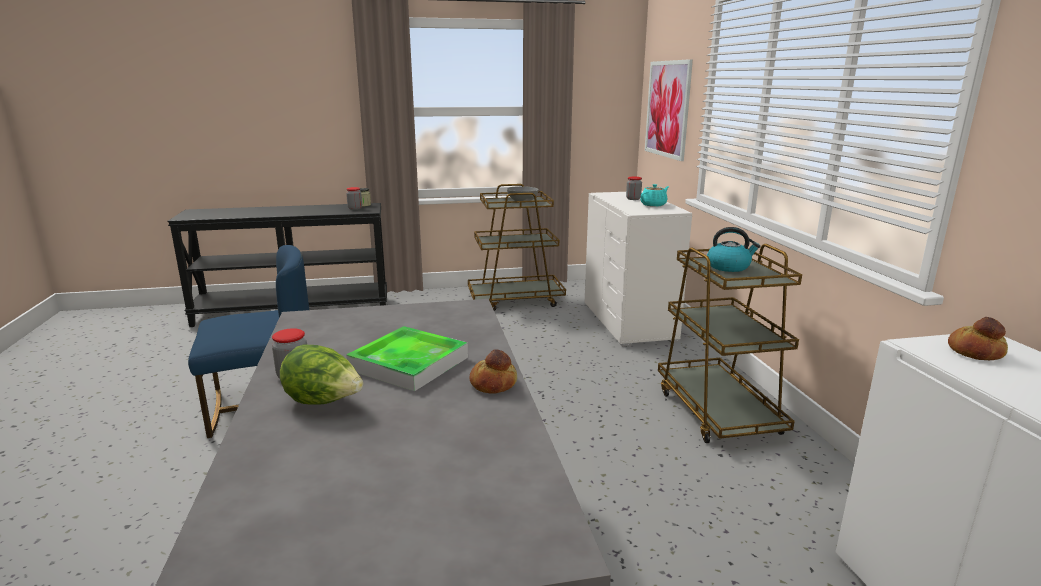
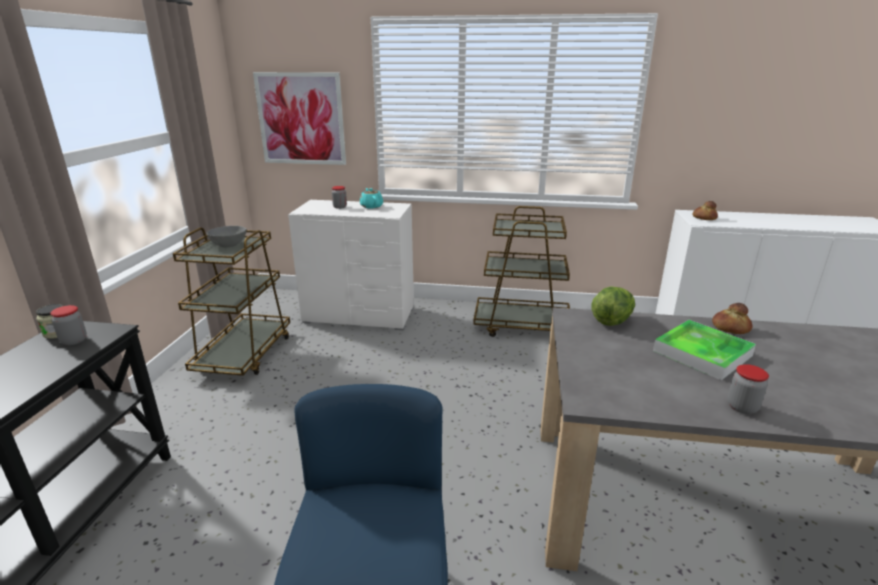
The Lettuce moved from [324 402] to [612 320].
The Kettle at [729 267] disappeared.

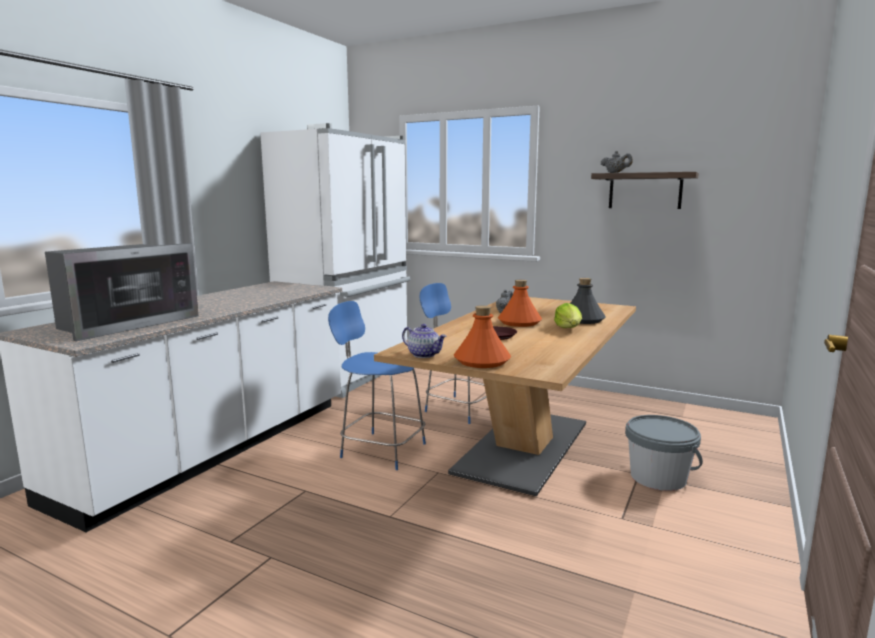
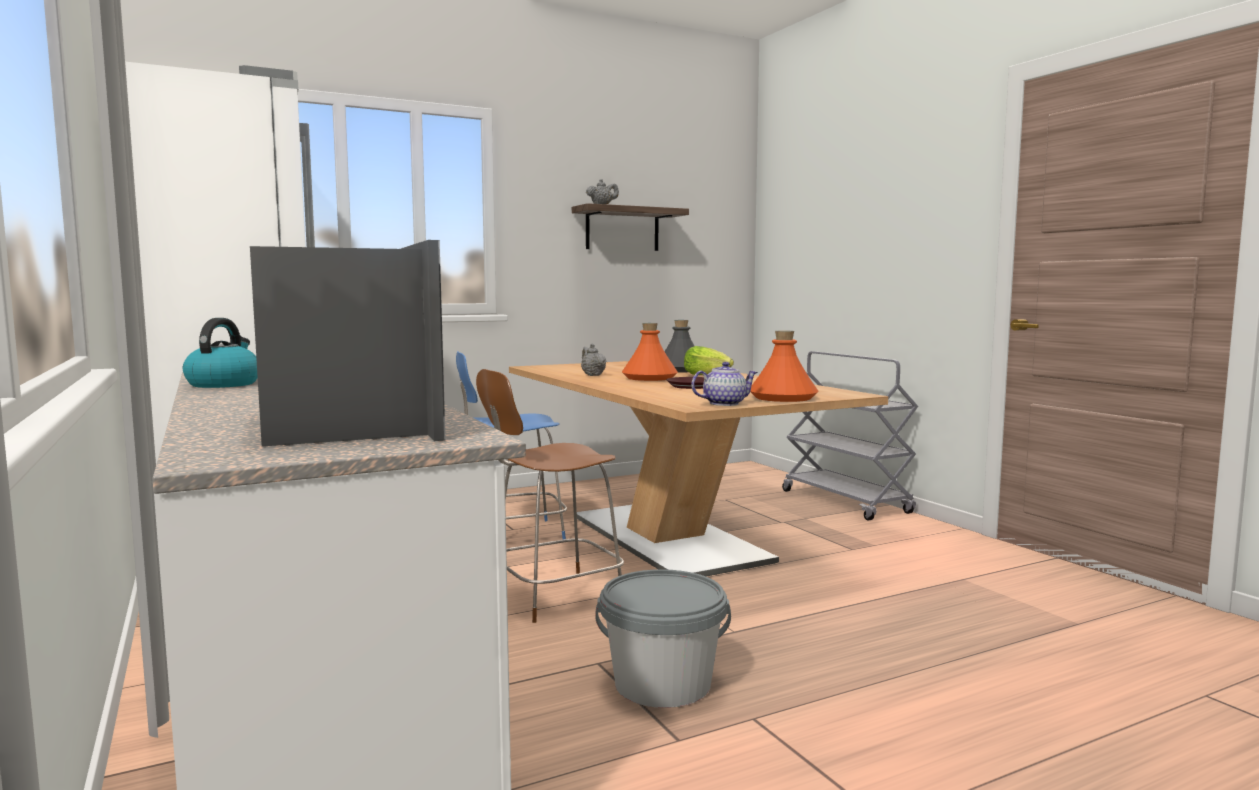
The BlueChair at [381 450] became the BrownChair at [552 596].
The GreyBucket moved from [658 477] to [662 684].
The Kettle at [224 384] appeared.
The GreyCart at [846 502] appeared.

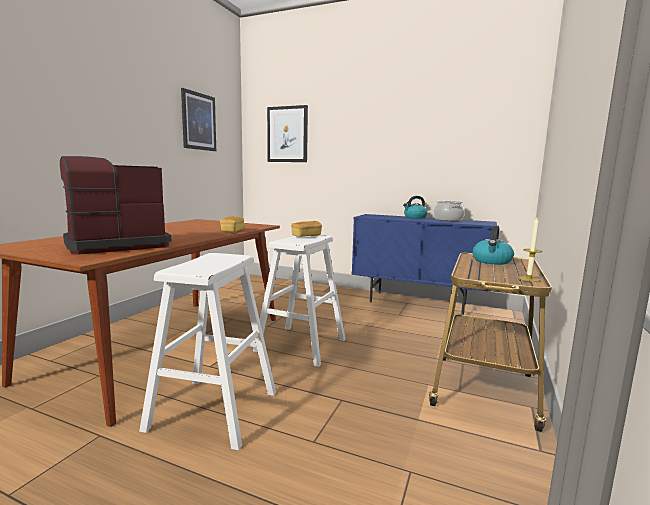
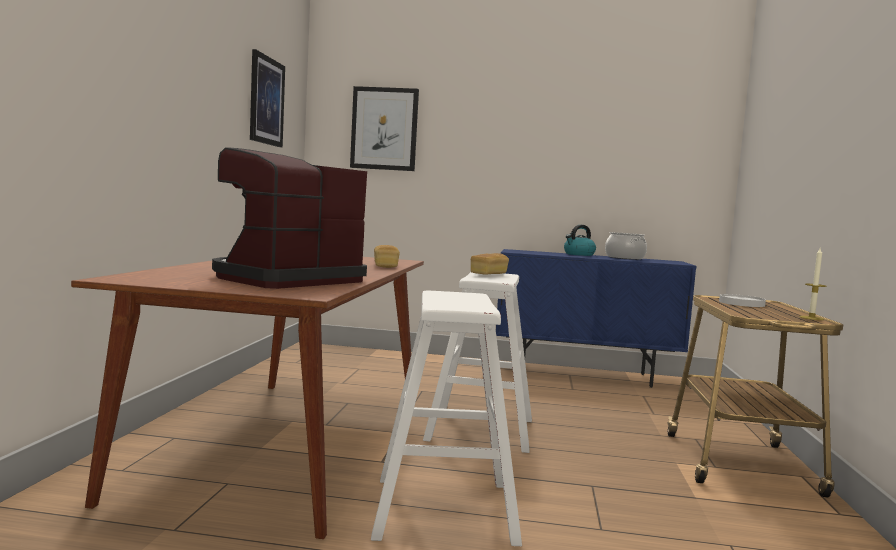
The Kettle at [492 261] was replaced by the WhitePlate at [741 303].

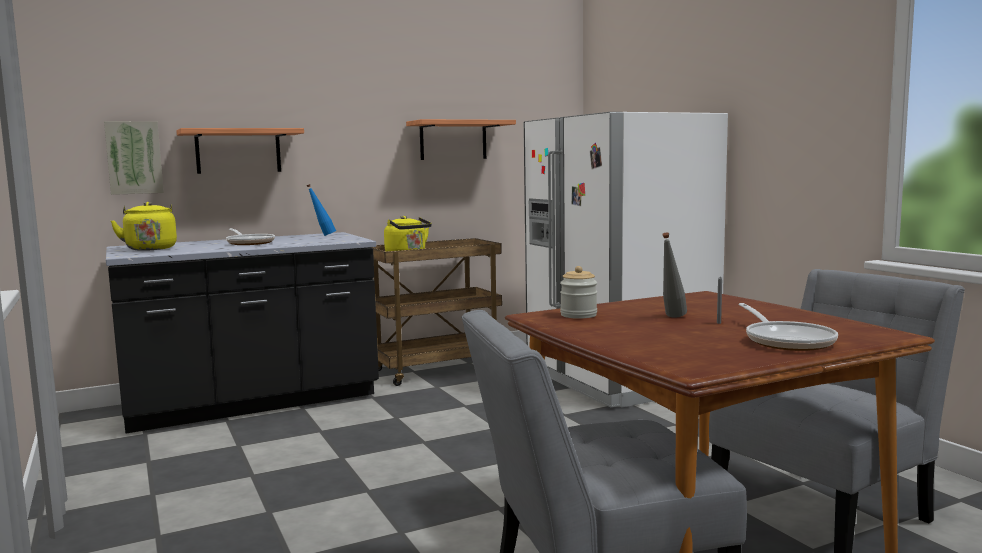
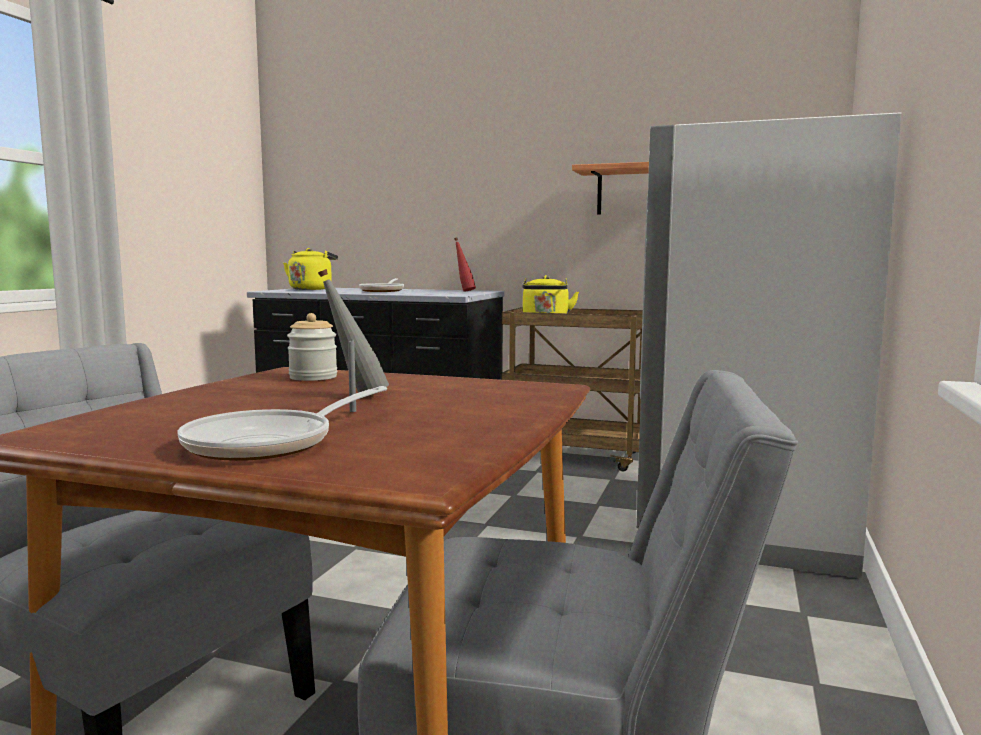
The Picture at [134 157] disappeared.
The Shelf at [238 151] disappeared.
The BlueBottle at [322 236] became the RedBottle at [464 291].

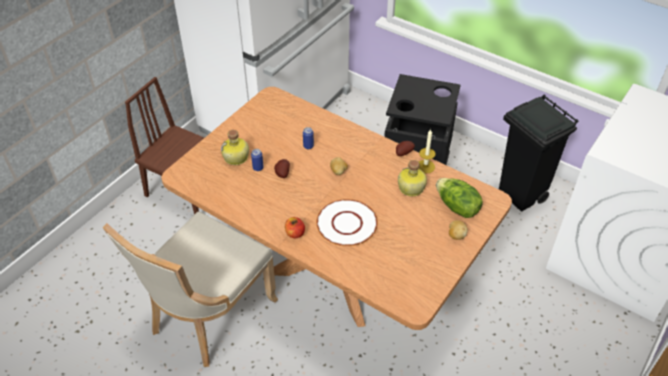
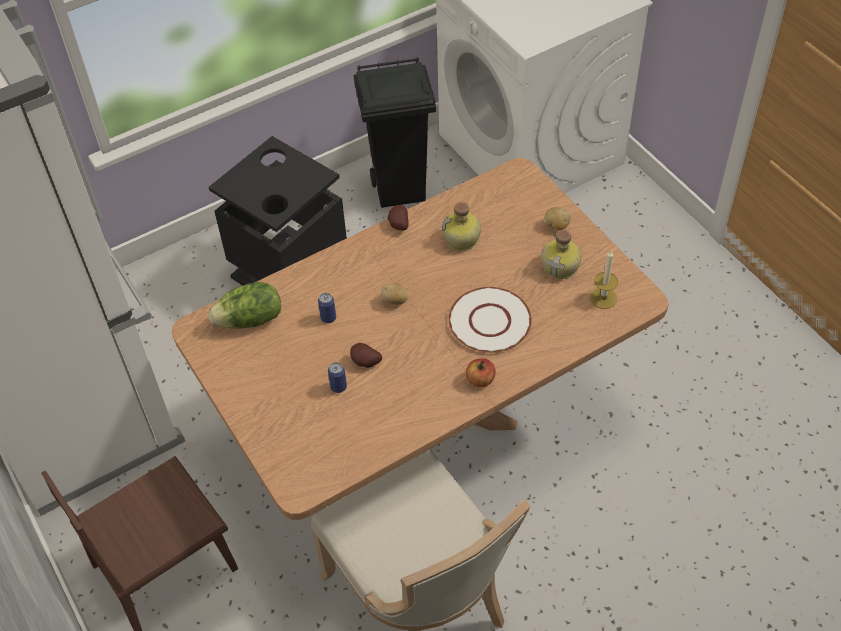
The Bottle moved from [236 158] to [561 266].
The Candle moved from [425 166] to [603 298].
The Lettuce moved from [456 207] to [250 320].

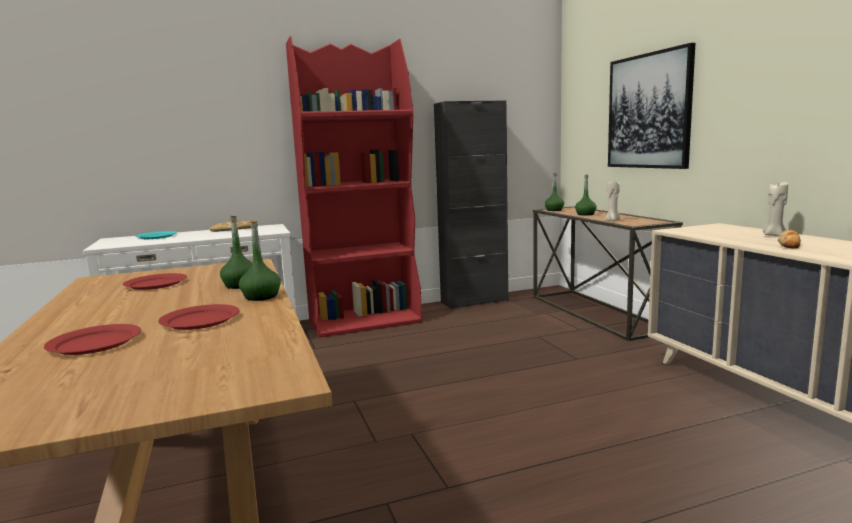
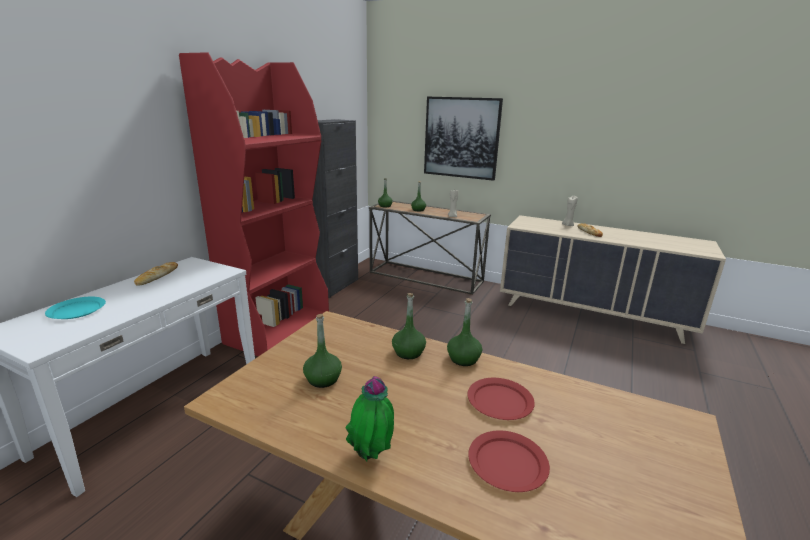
The RedPlate at [155 284] was replaced by the GreenBottle at [323 379].
The PottedPlant at [372 456] appeared.

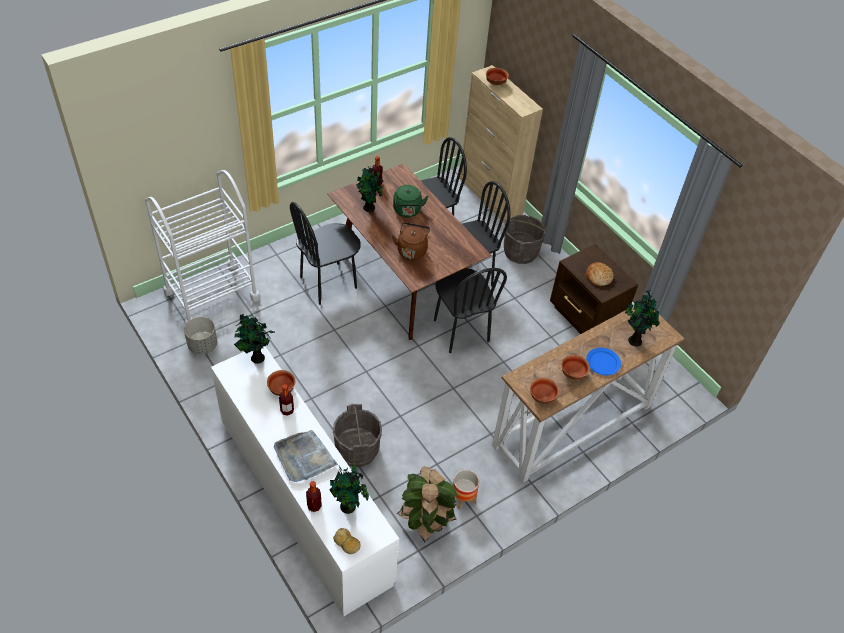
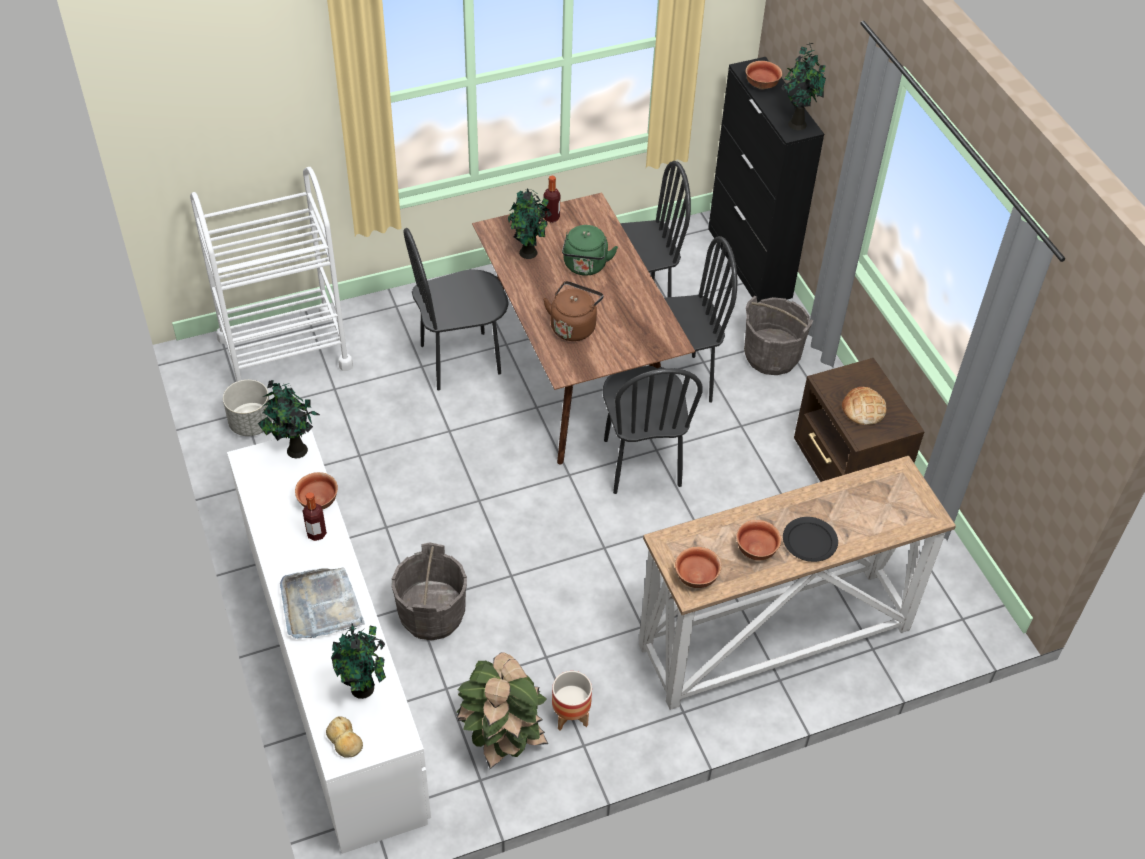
The Bottle at [314 506] disappeared.
The BeigeCabinet at [490 196] became the BlackCabinet at [749 263].
The BluePlate at [603 363] became the BlackPlate at [809 541].
The PottedPlant moved from [634 340] to [796 123].

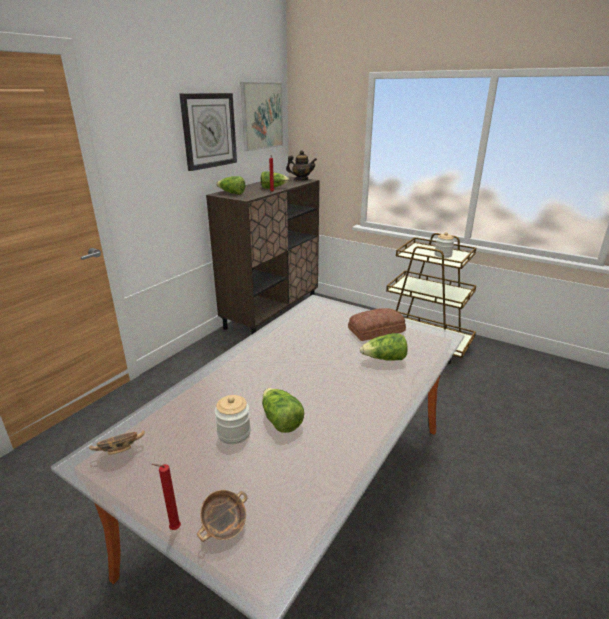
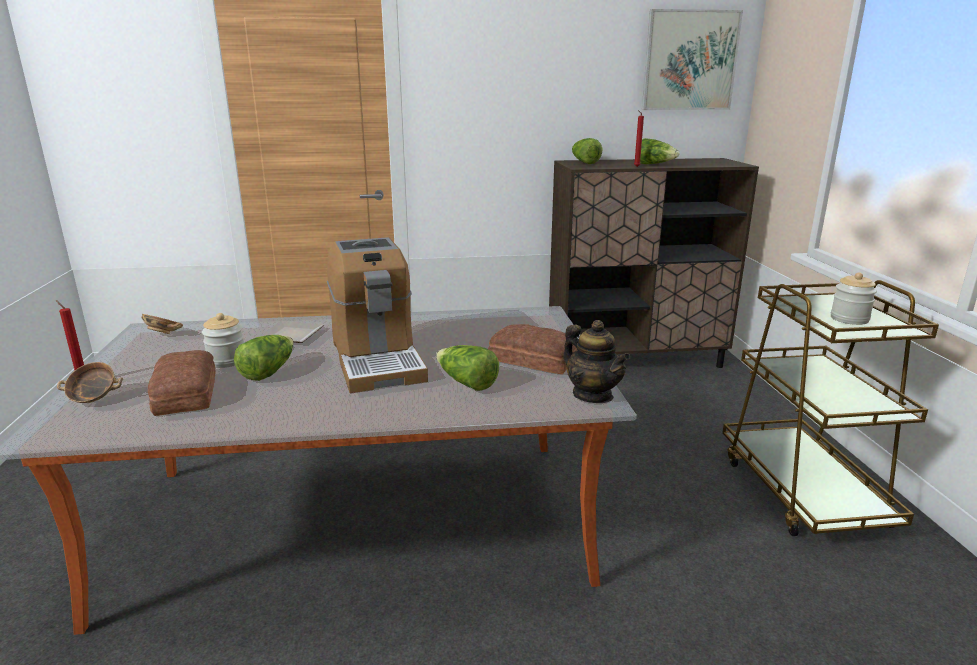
The WallClock at [209 131] disappeared.
The Teapot moved from [301 179] to [592 395].
The Bread at [184 393] appeared.
The Plate at [289 336] appeared.
The CoffeeMachine at [377 360] appeared.

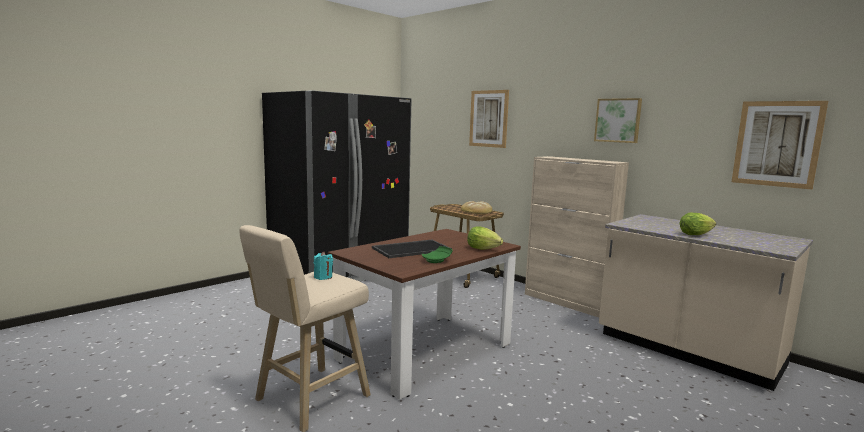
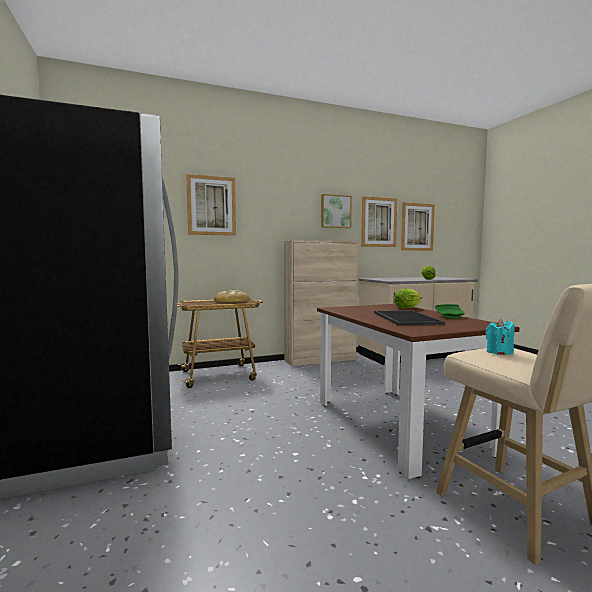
The Picture at [379 222] appeared.

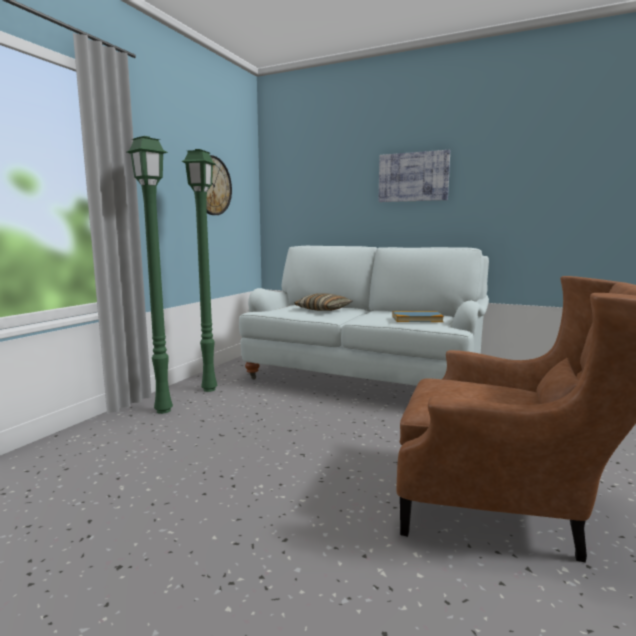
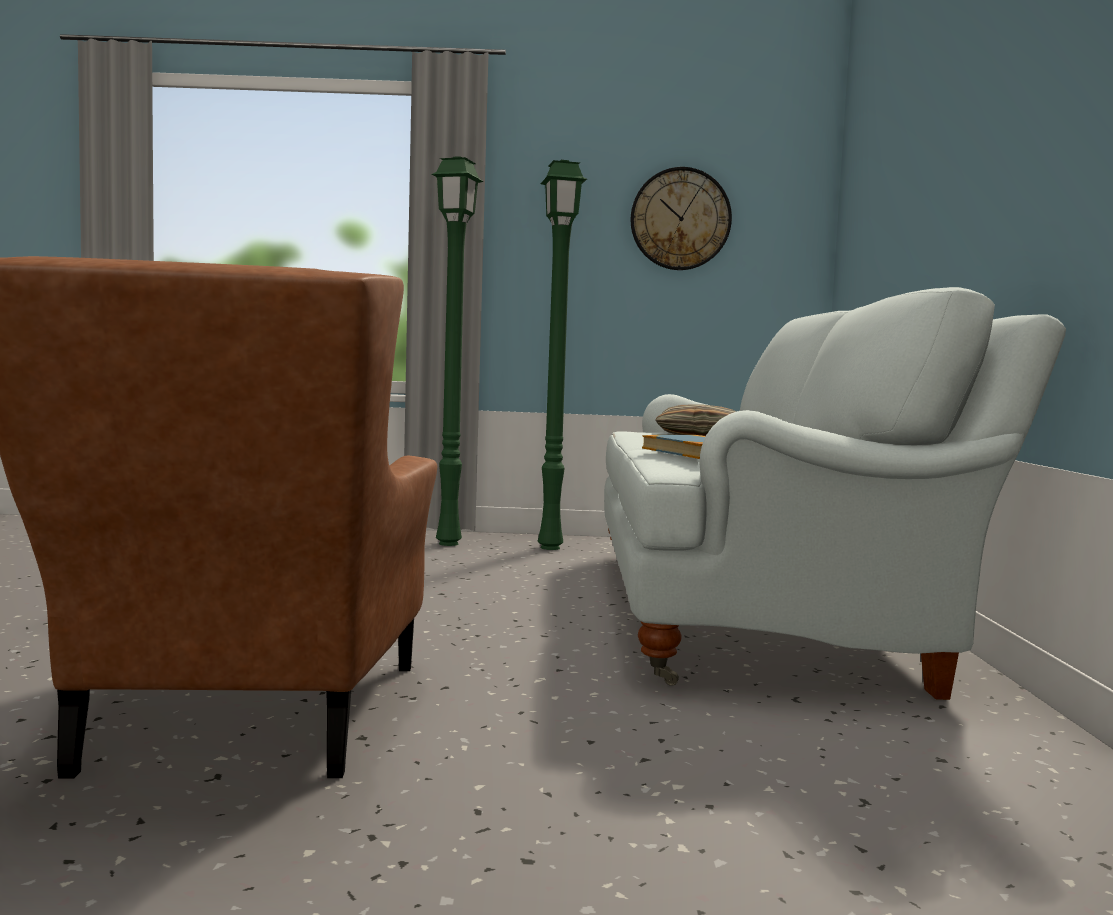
The Picture at [413 177] disappeared.

